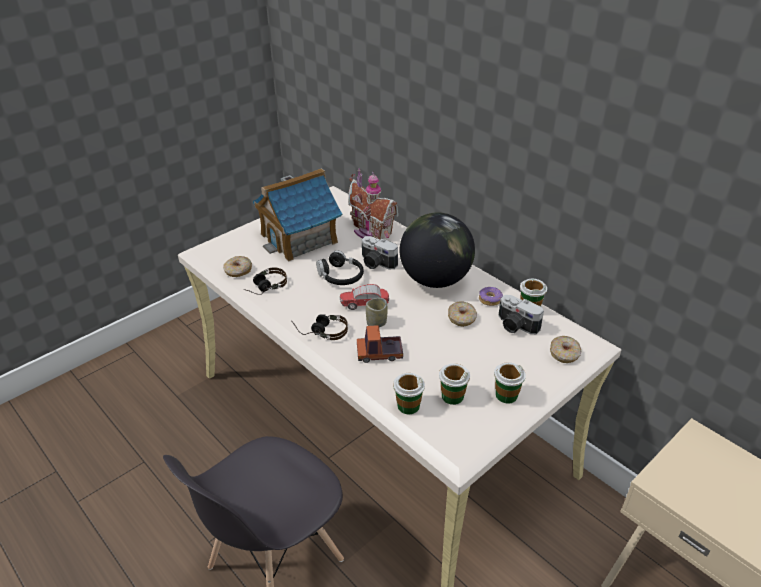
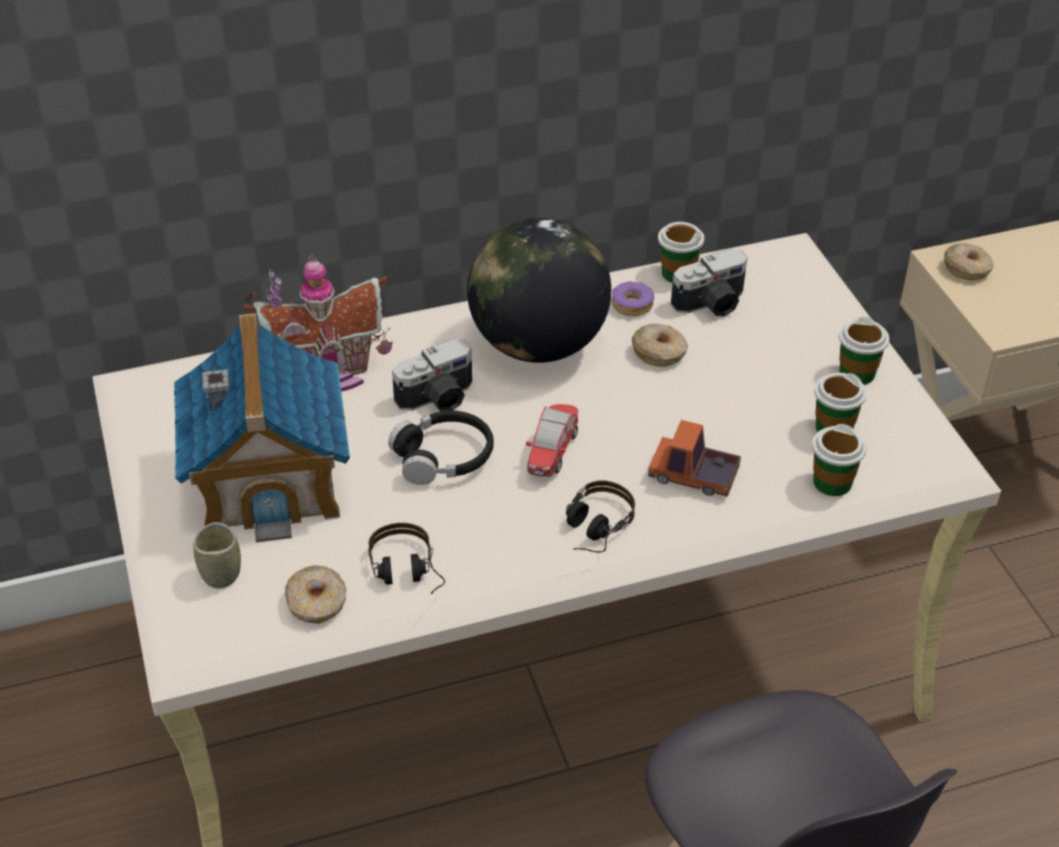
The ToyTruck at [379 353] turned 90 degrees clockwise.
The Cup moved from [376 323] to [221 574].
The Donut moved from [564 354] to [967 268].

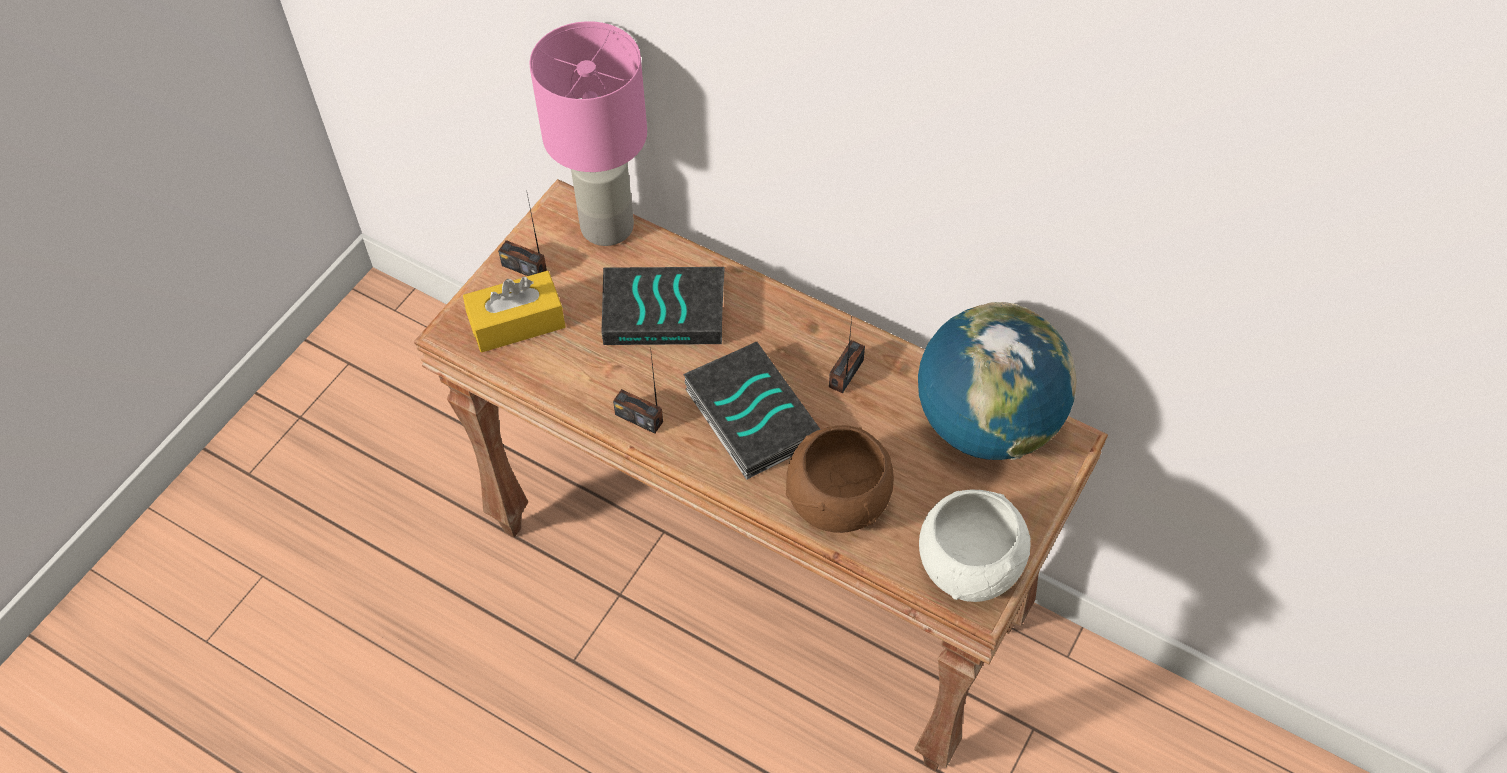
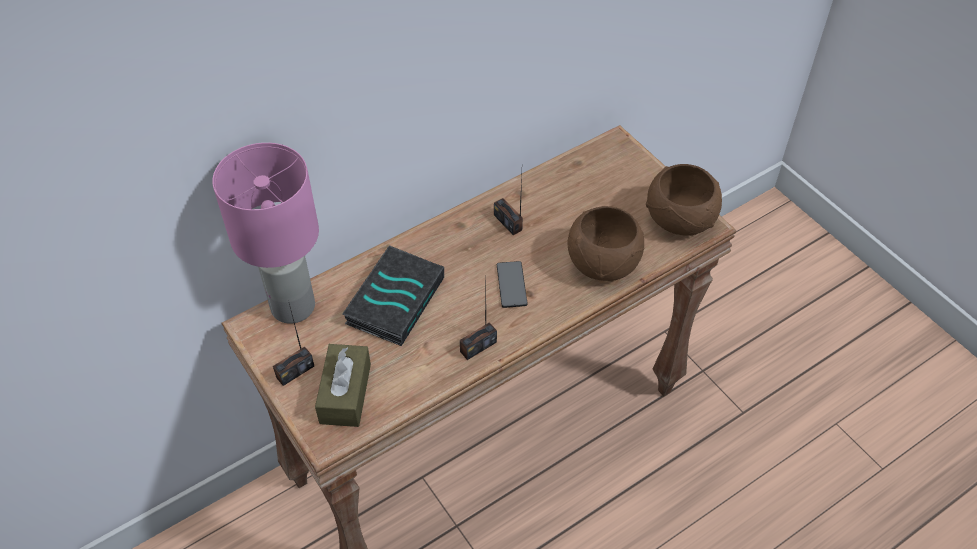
The YellowTissueBox at [517 322] became the BrownTissueBox at [345 393].
The Book at [748 415] was replaced by the Phone at [511 285].
The Globe at [985 424] disappeared.
The WhiteBowl at [969 564] became the BrownBowl at [678 219].

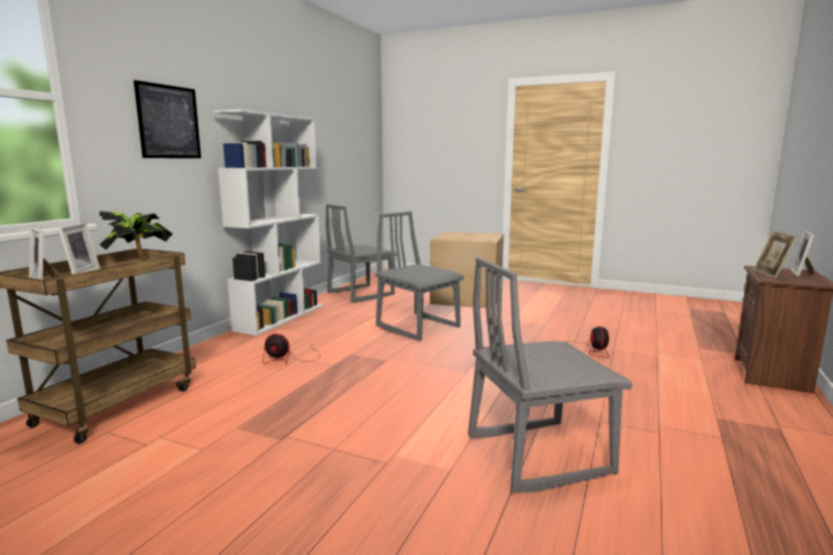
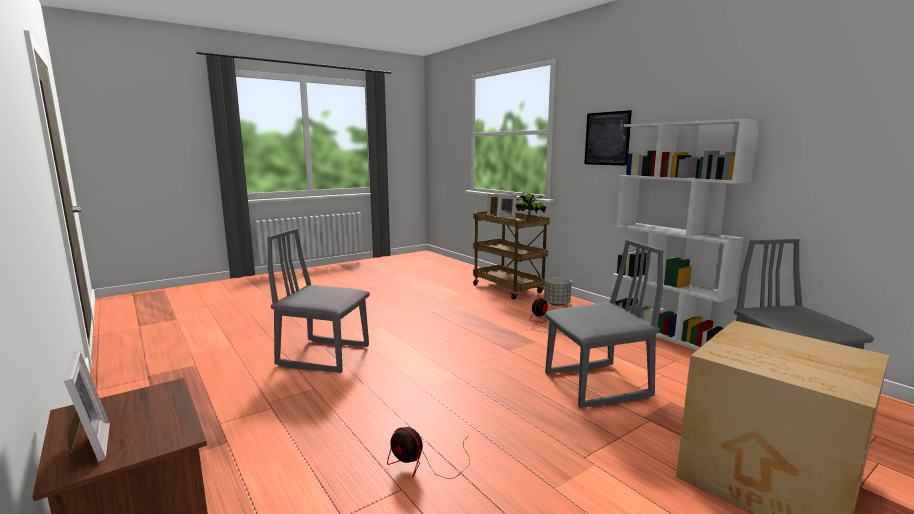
The GreyChair at [537 454] turned 90 degrees counterclockwise.
The PictureFrame at [771 274] disappeared.
The GreyPlanter at [557 304] appeared.

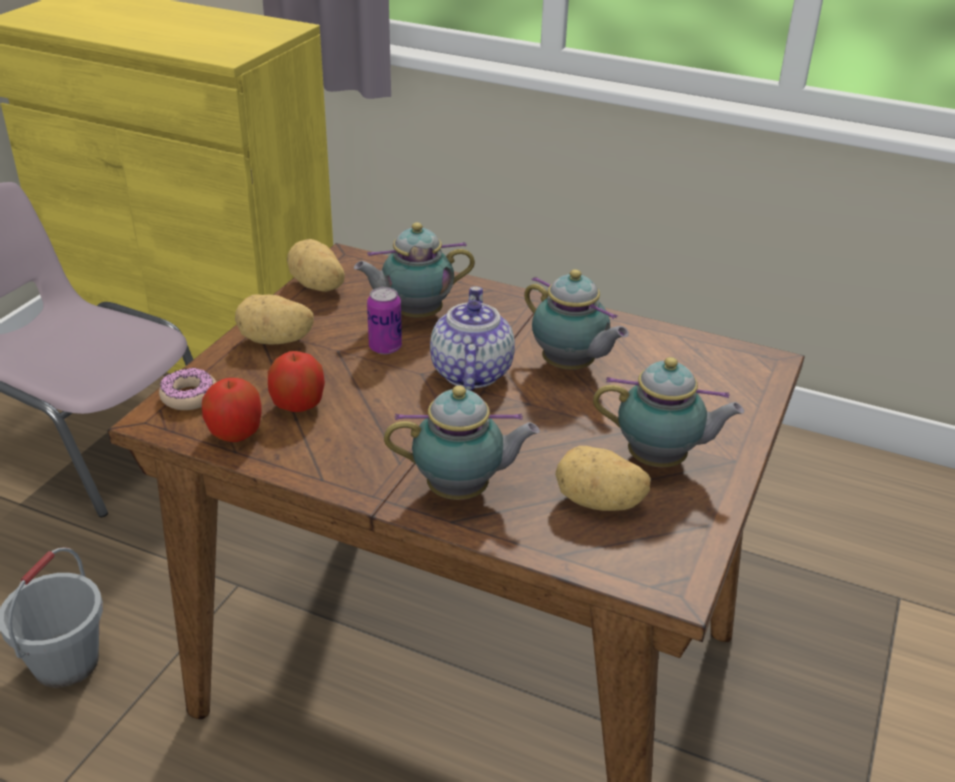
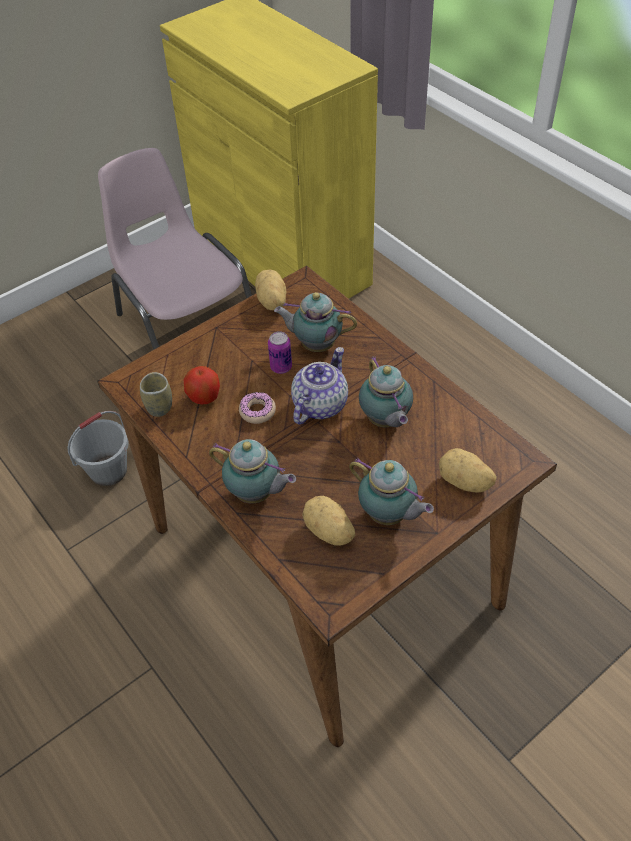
The Donut moved from [189 396] to [257 411].
The Apple at [235 433] was replaced by the Cup at [159 407].
The Potato moved from [276 341] to [464 482].

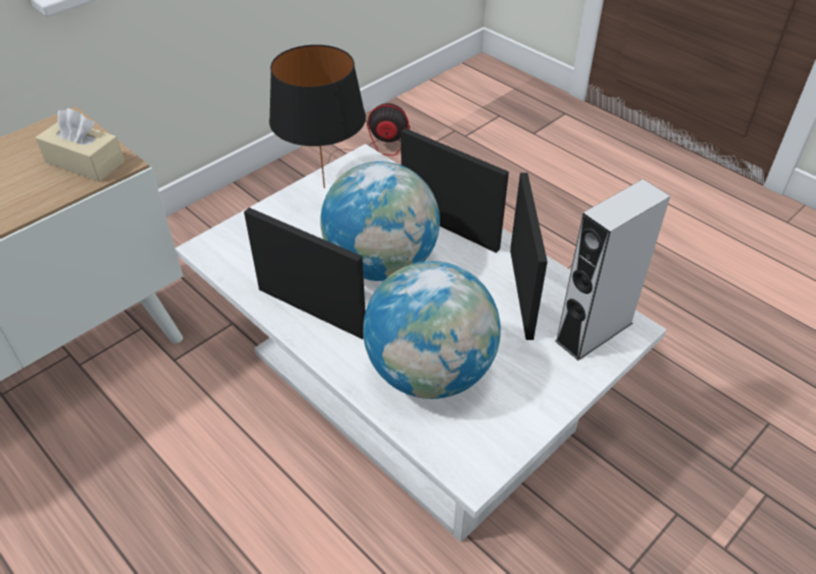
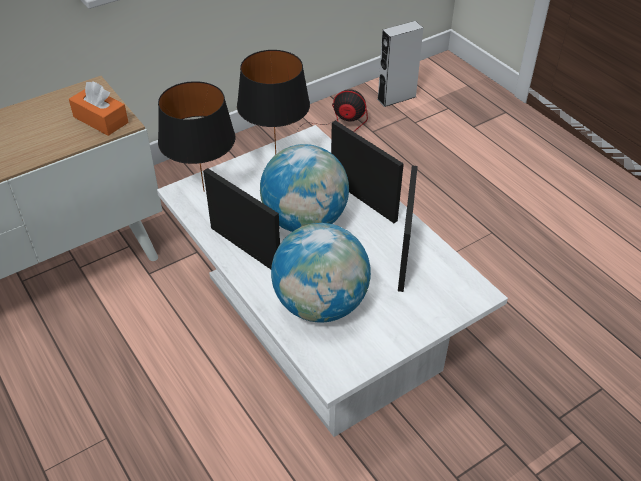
The BeigeTissueBox at [85 162] became the OrangeTissueBox at [101 120].
The GreySpeaker moved from [594 332] to [396 98].
The BlackTableLamp at [203 192] appeared.

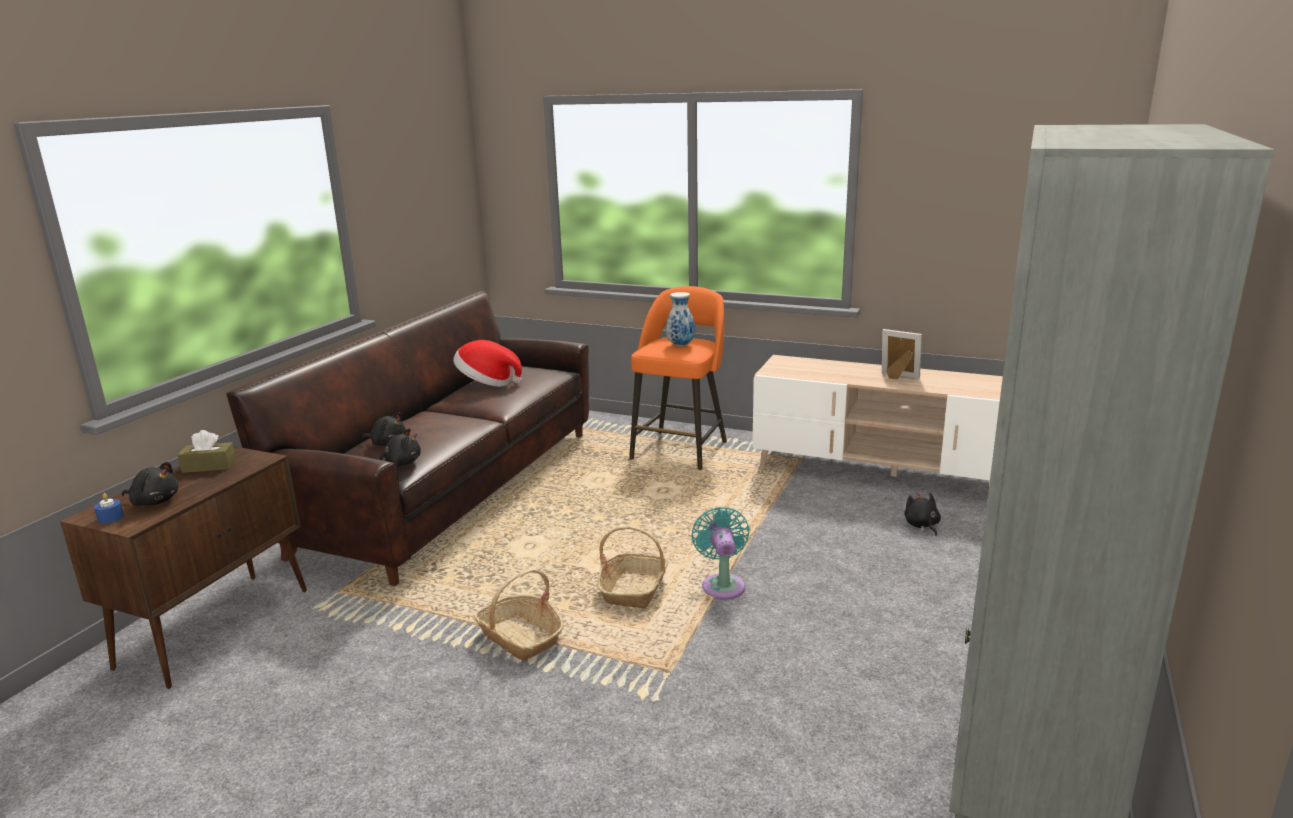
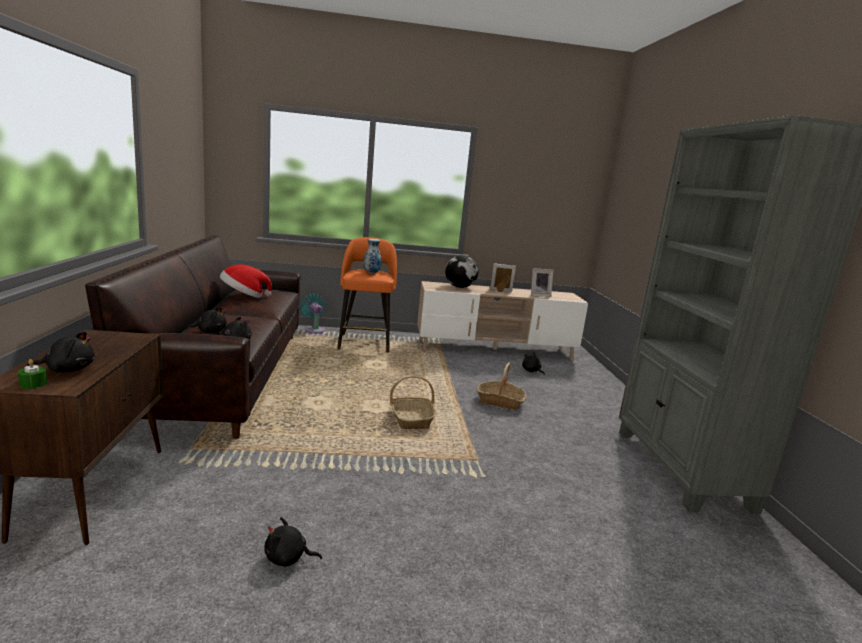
The BlueCandle at [110 518] became the GreenCandle at [33 384].
The BrownTissueBox at [209 466] disappeared.
The Basket moved from [520 637] to [500 402].
The TurquoiseFan moved from [722 584] to [314 330].
The BlackPlushToy at [288 558] appeared.
The Globe at [460 287] appeared.
The PictureFrame at [539 295] appeared.

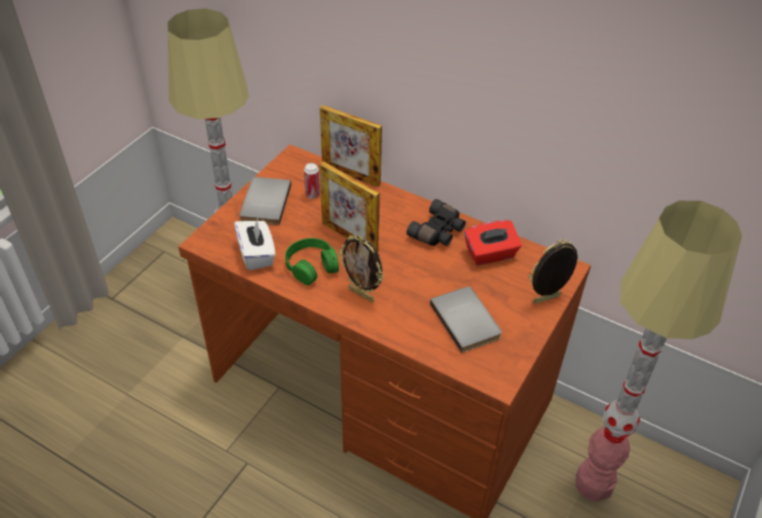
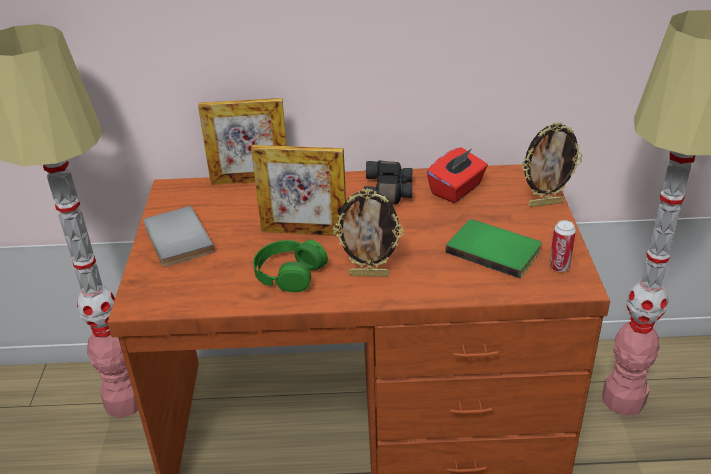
The WhiteTissueBox at [257 254] disappeared.
The Can moved from [312 195] to [559 267].
The GreyBook at [467 320] became the GreenBook at [494 249].
The PictureFrame at [547 300] turned 135 degrees counterclockwise.

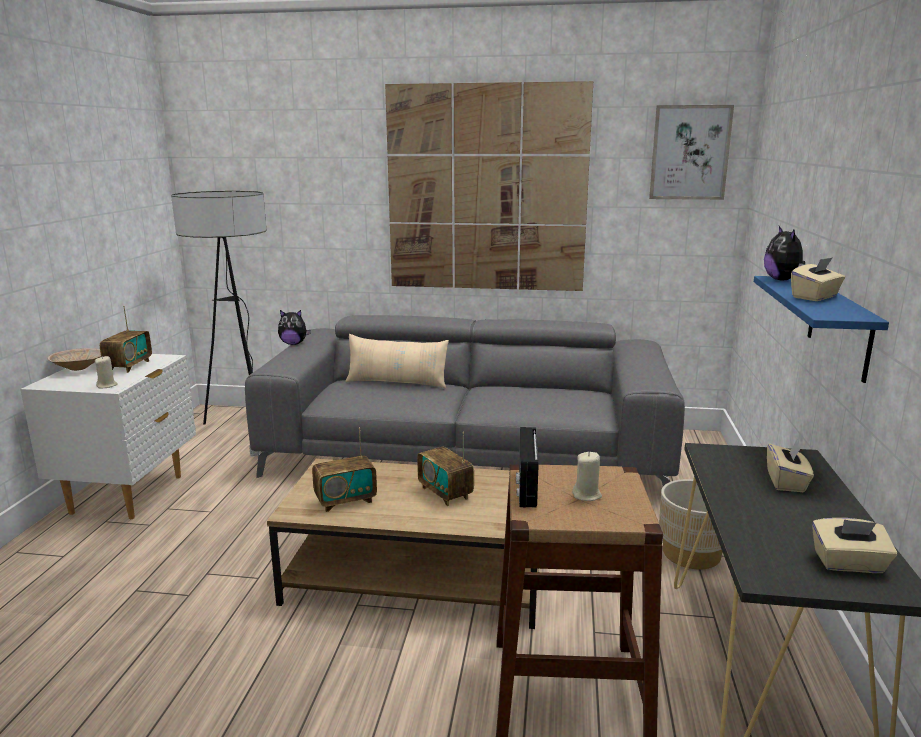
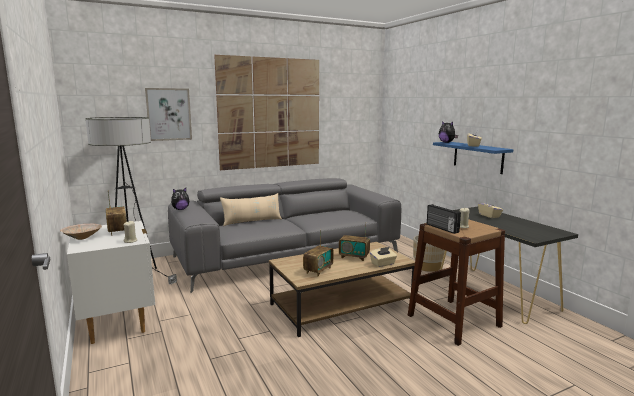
The Picture moved from [690 153] to [169 114].
The BeigeTissueBox moved from [849 564] to [383 264].

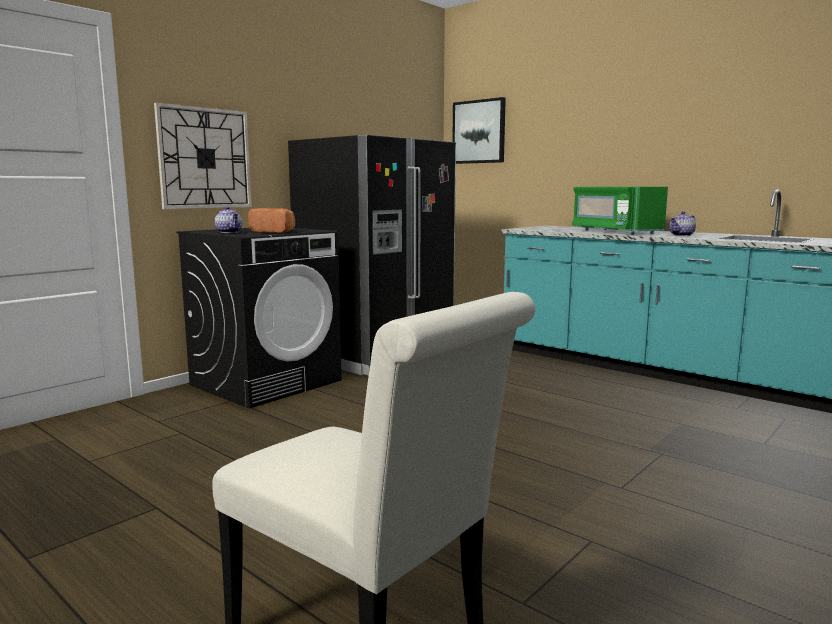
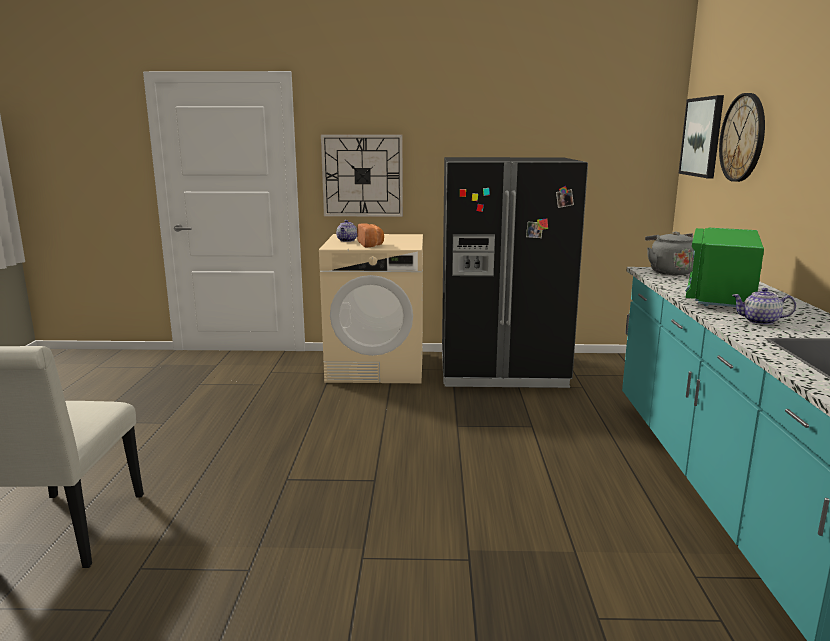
The BlackWashingMachine at [266 382] became the BeigeWashingMachine at [377 367].
The GreyKettle at [668 272] appeared.
The WallClock at [743 138] appeared.

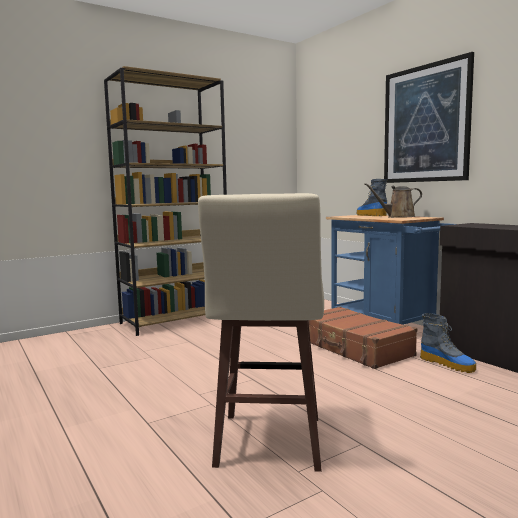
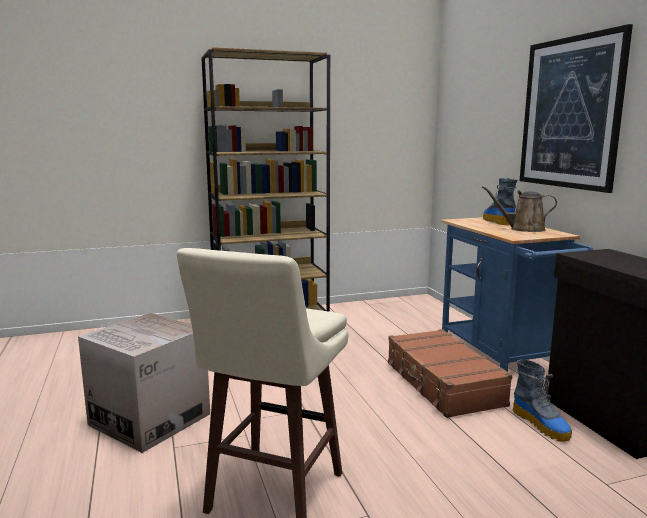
The CardboardBox at [150 419] appeared.

